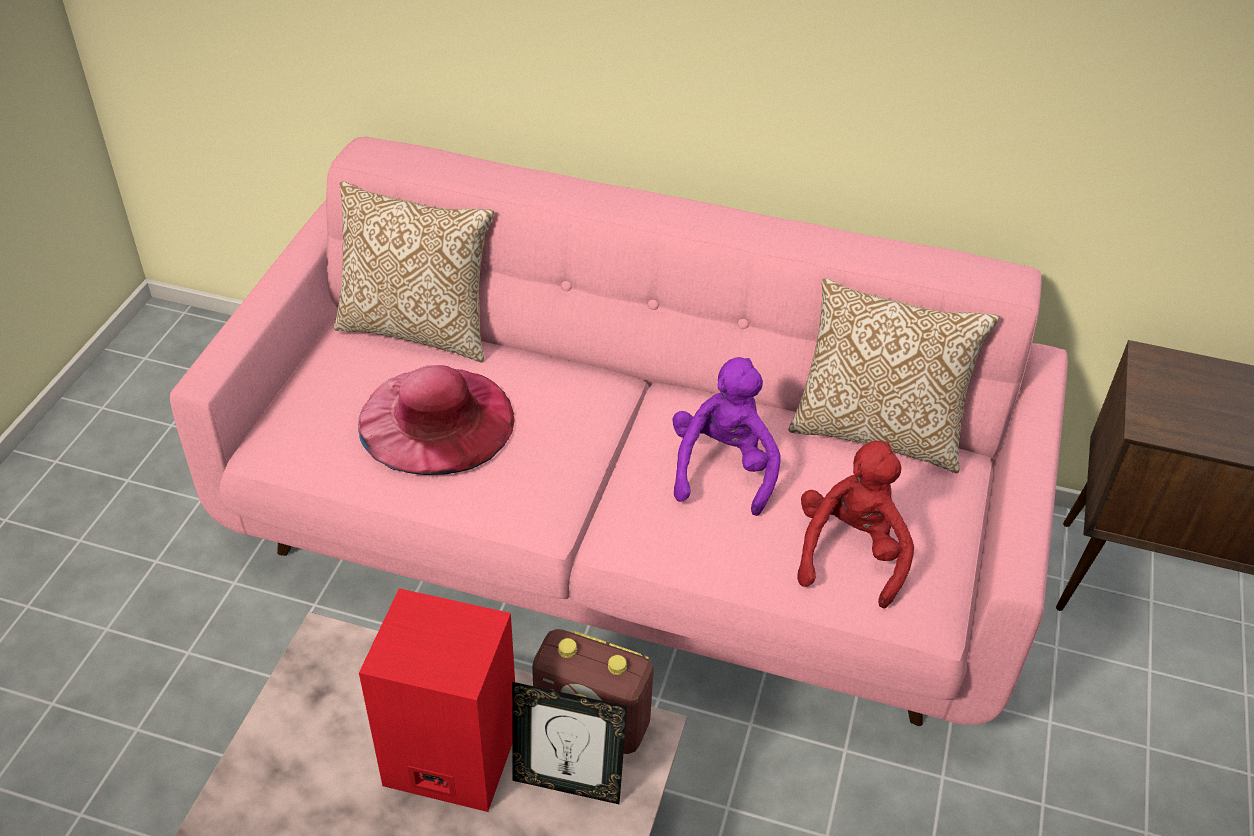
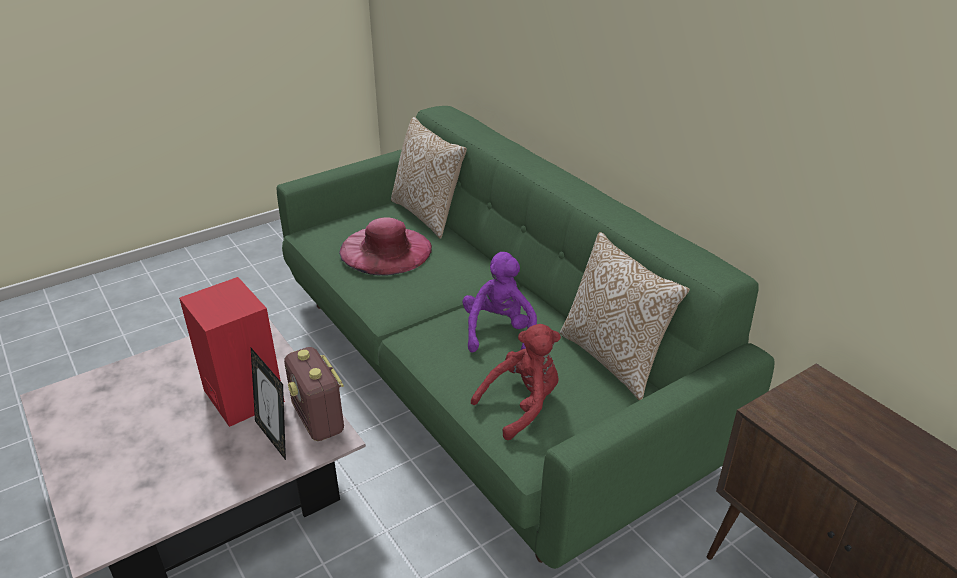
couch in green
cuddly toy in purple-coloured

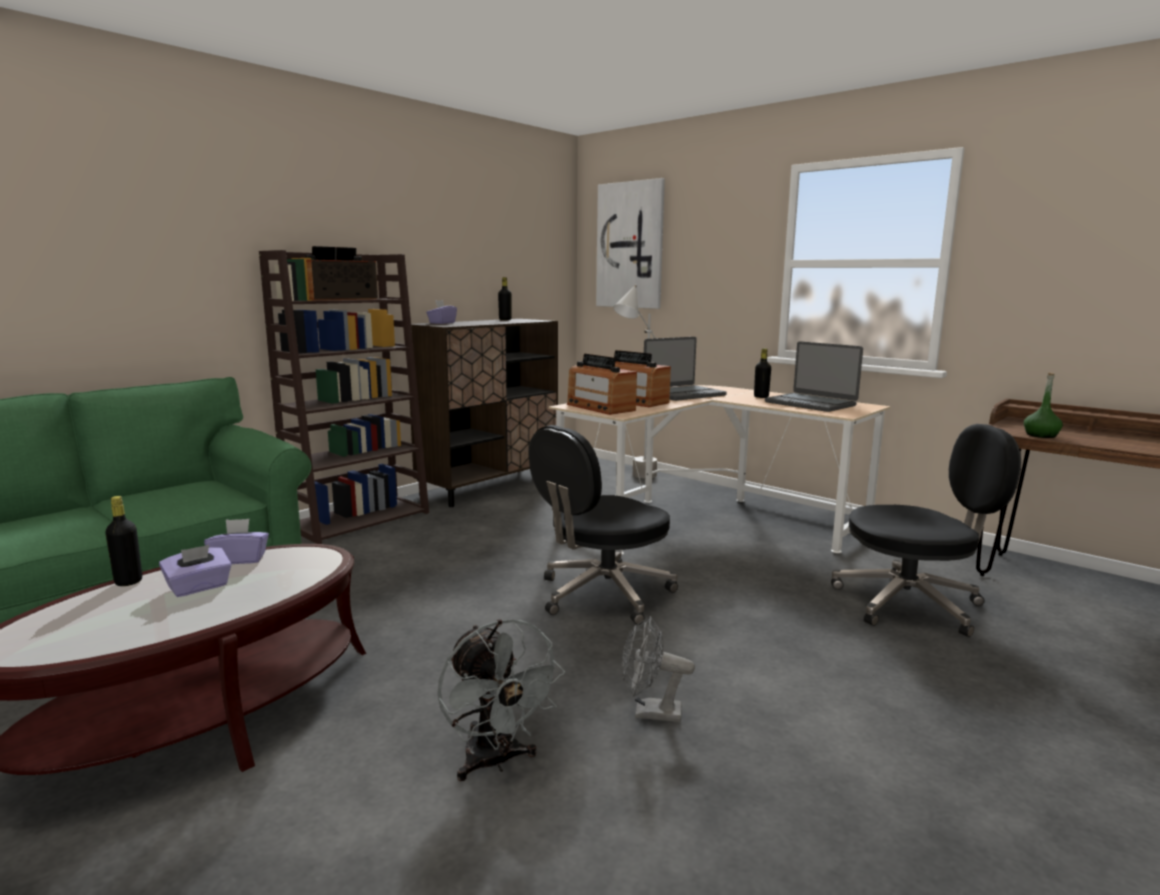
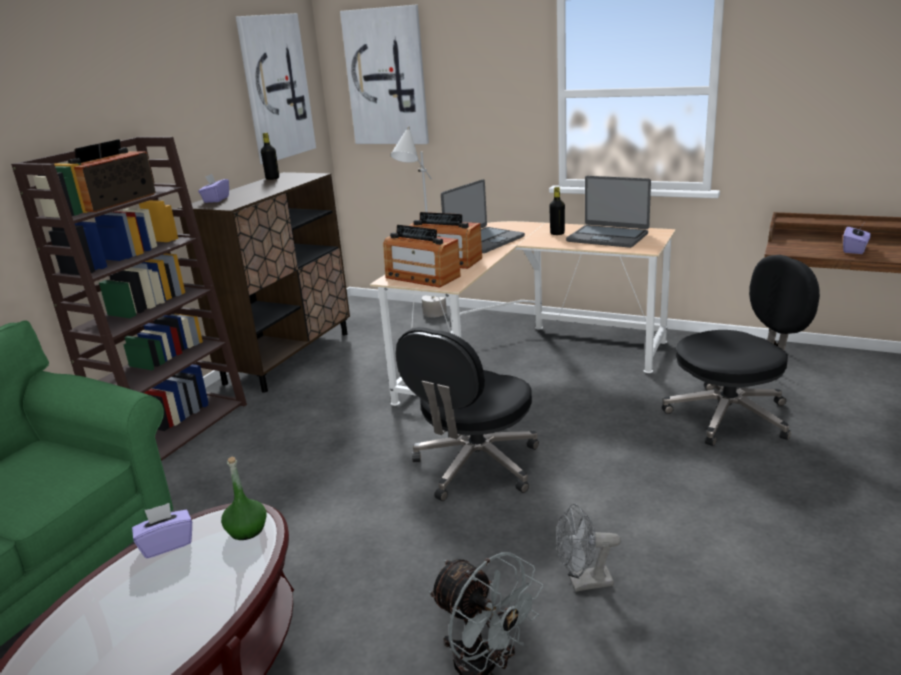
bottle in green
bottle in black-coloured (1st from left in the first image)
box of tissues in purple-coloured (3rd from left)
wall art (1st from left)

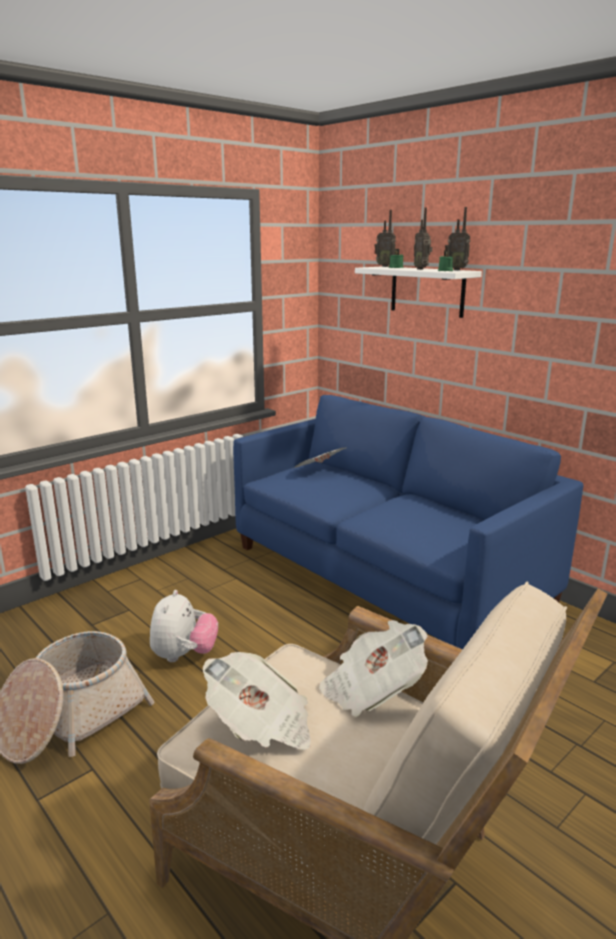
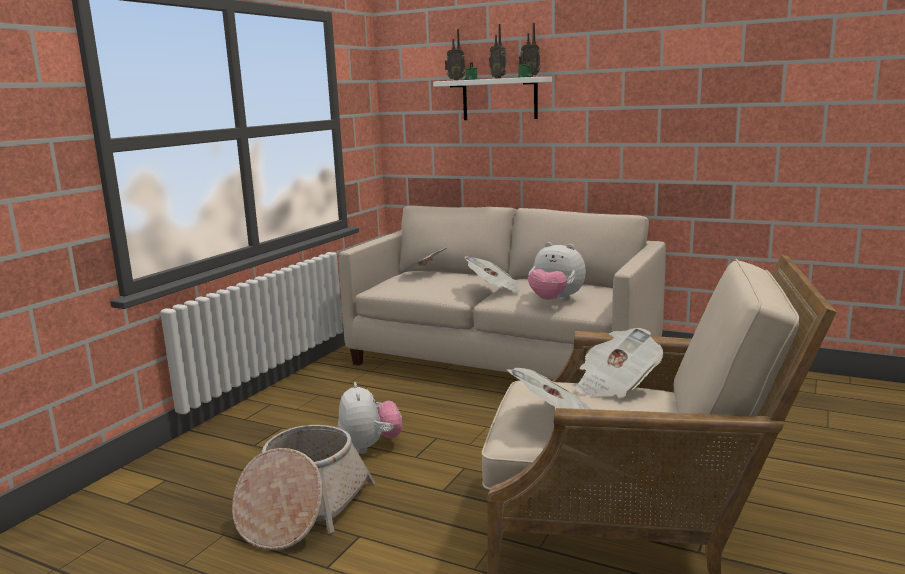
couch in beige-coloured
cuddly toy (2nd from left)
daily paper (2nd from left)

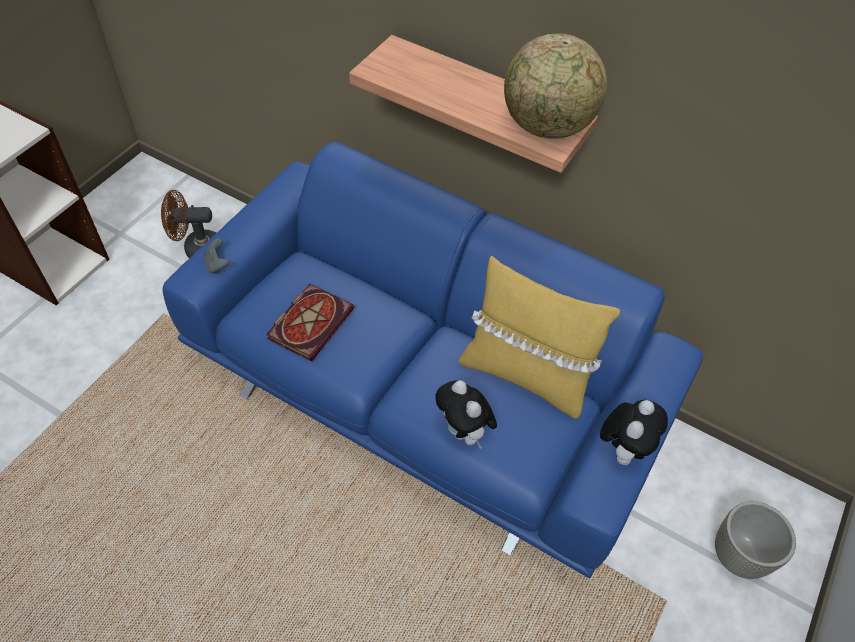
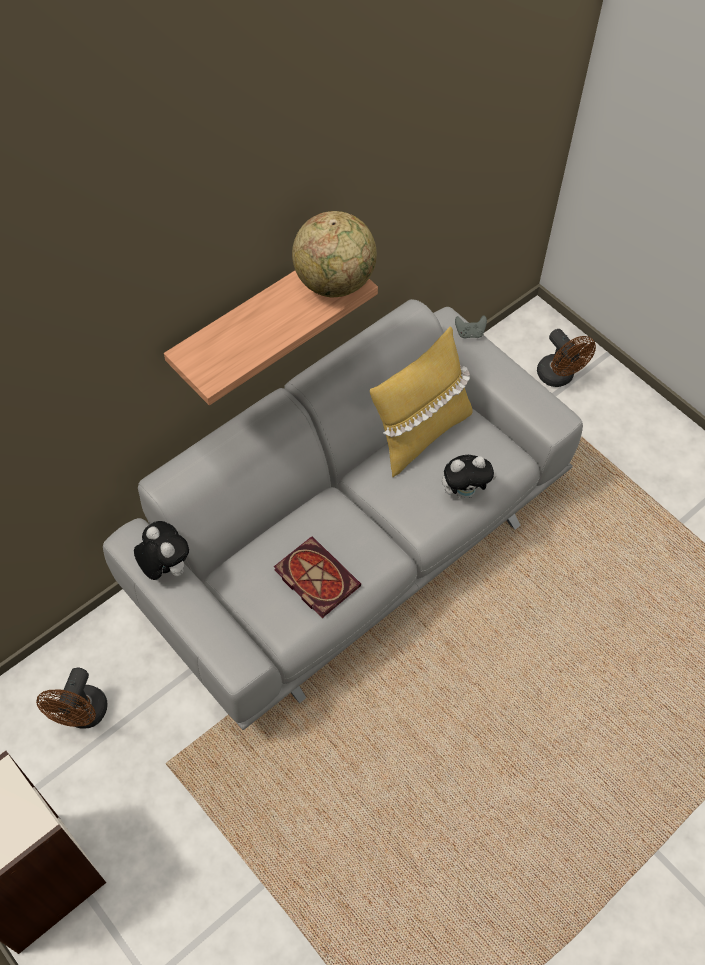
couch in greyish
game controller in greyish
cuddly toy (1st from left)
fan in brownish (2nd from left)

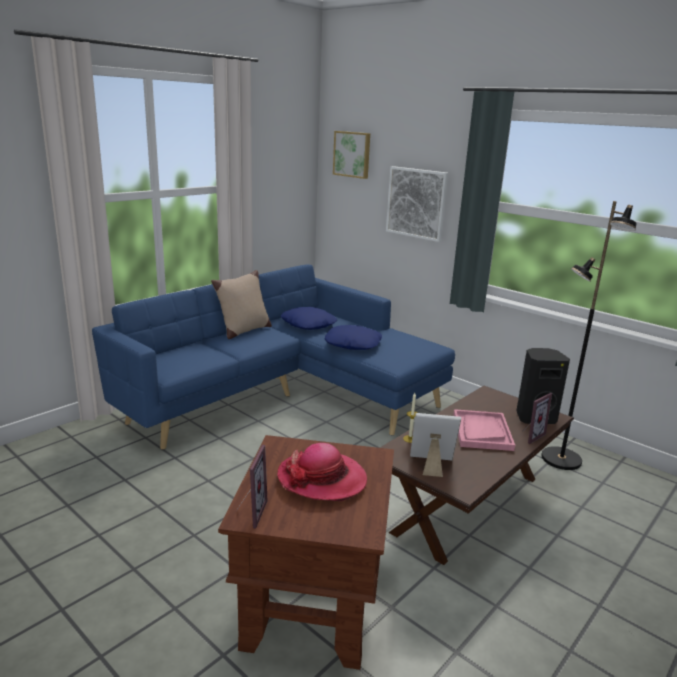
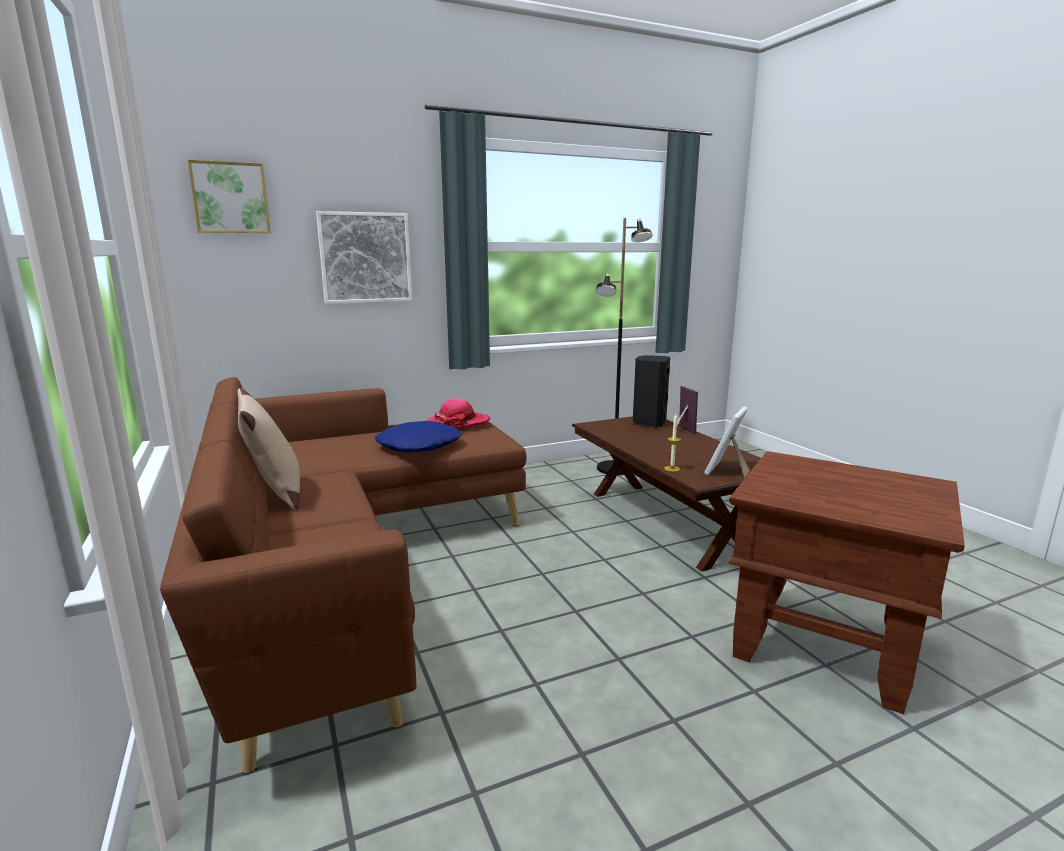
couch in brownish
pillow in bluish (1st from left in the first image)
serving tray in pinkish
wearable hat
photo frame (1st from left in the first image)

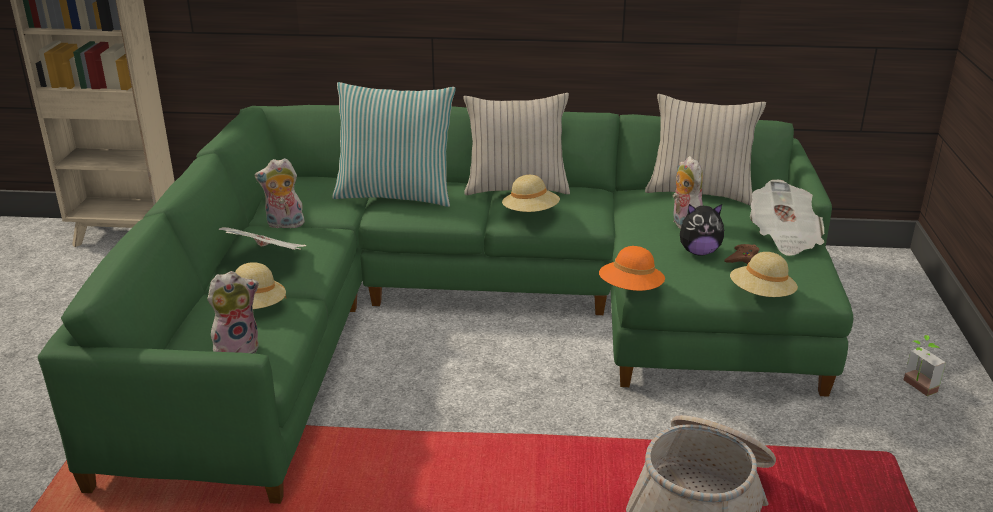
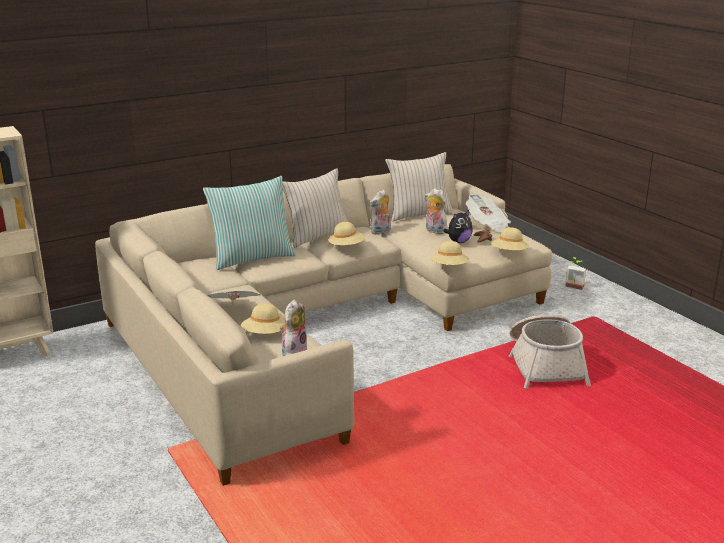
couch in beige-coloured
cuddly toy (2nd from left)
wearable hat in beige-coloured (3rd from left)

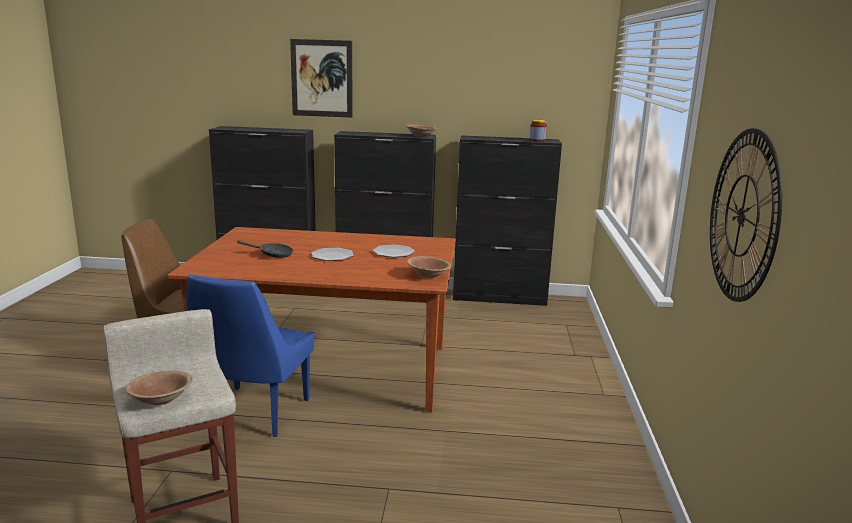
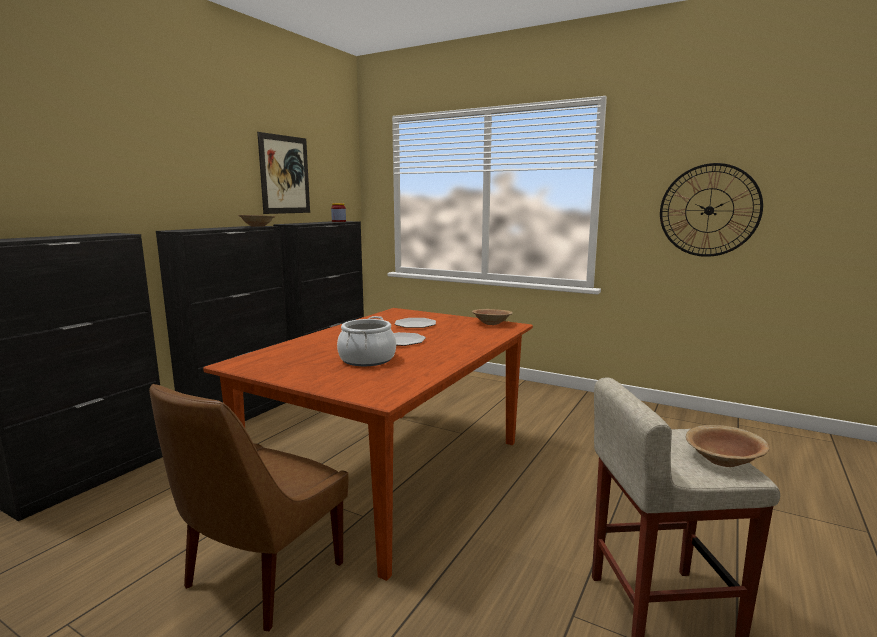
wall art
saucepot
upright chair in bluish

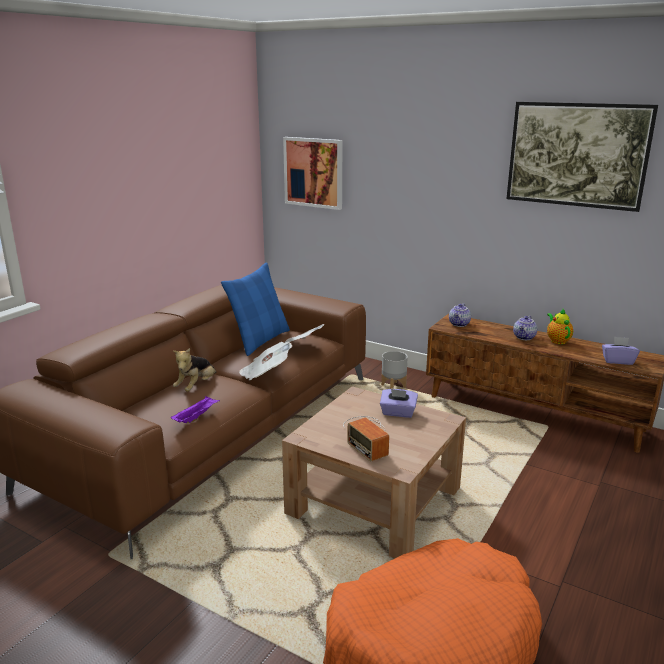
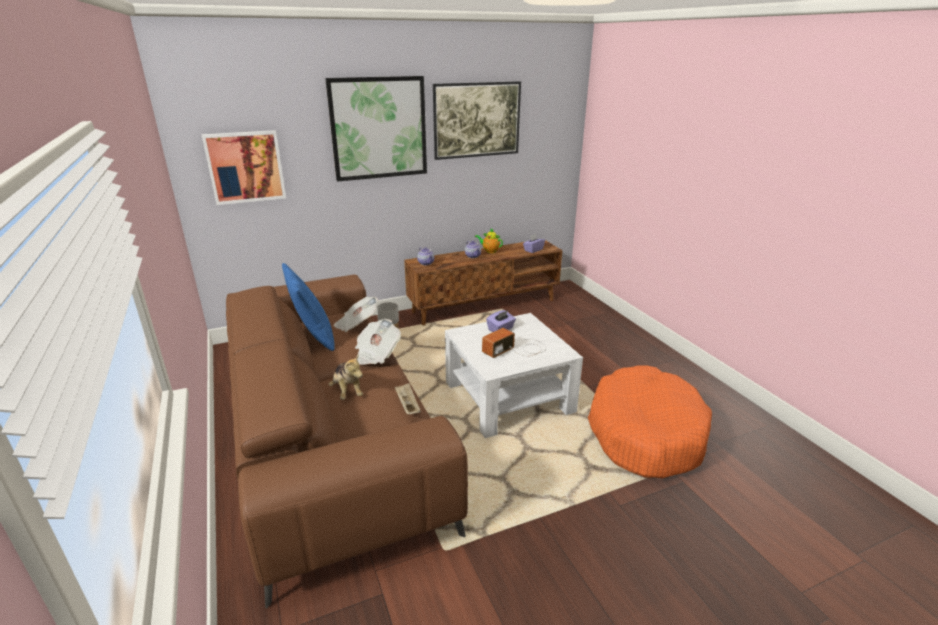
low table in whitish
serving tray in beige-coloured
radio set
wall art (2nd from left)

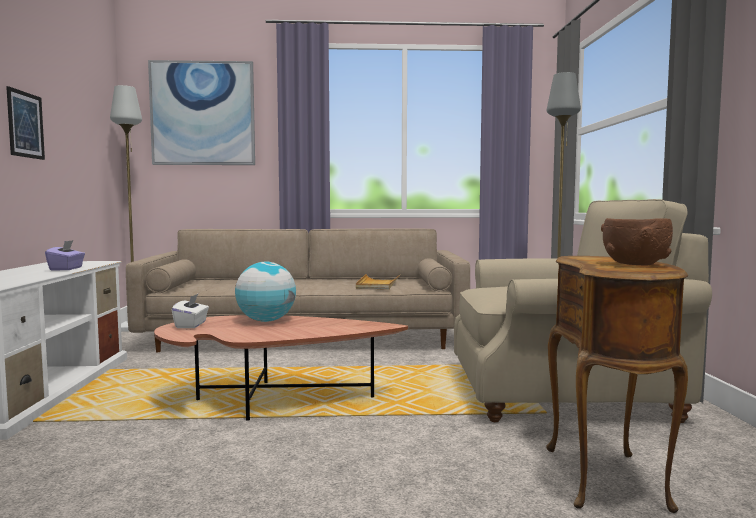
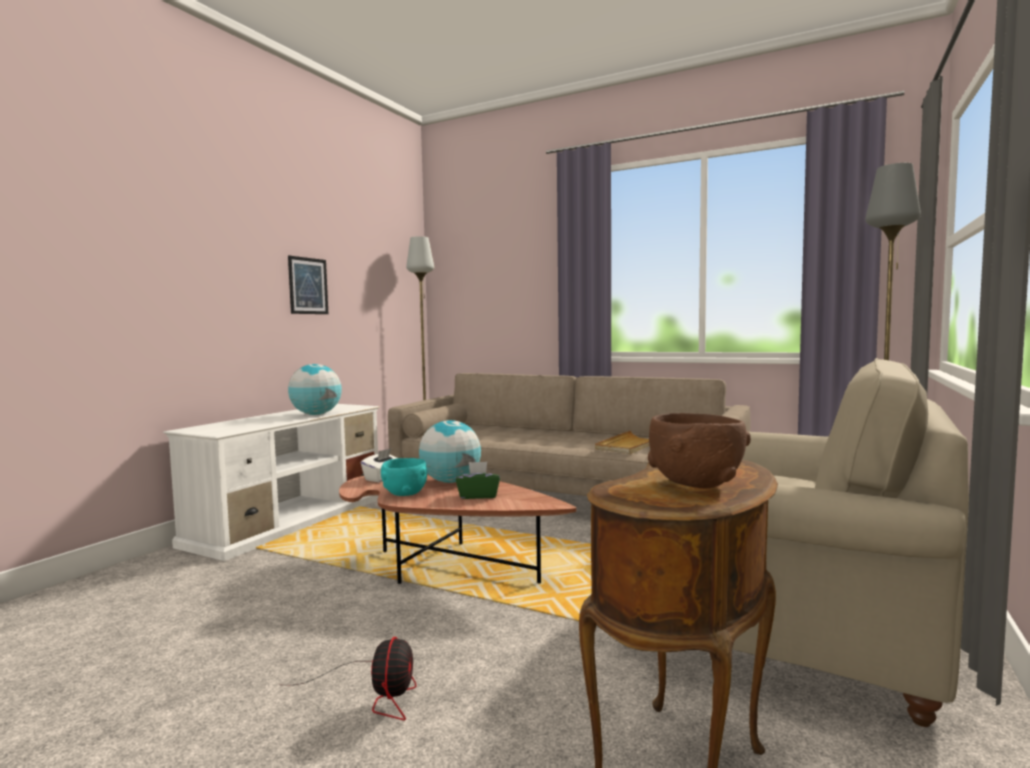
wall art (2nd from left in the first image)
globe (1st from left)
serving bowl in turquoise
box of tissues in green
fan

